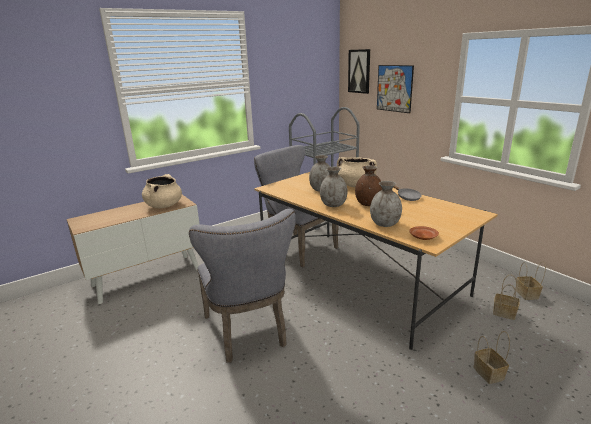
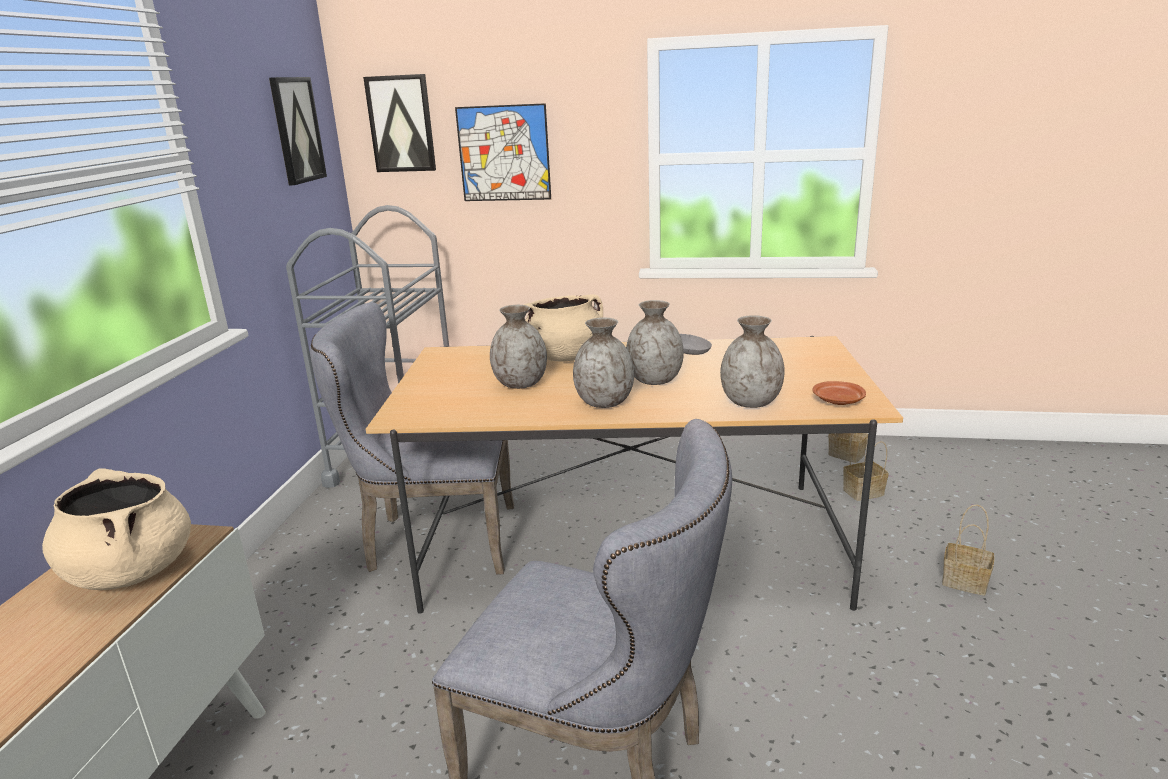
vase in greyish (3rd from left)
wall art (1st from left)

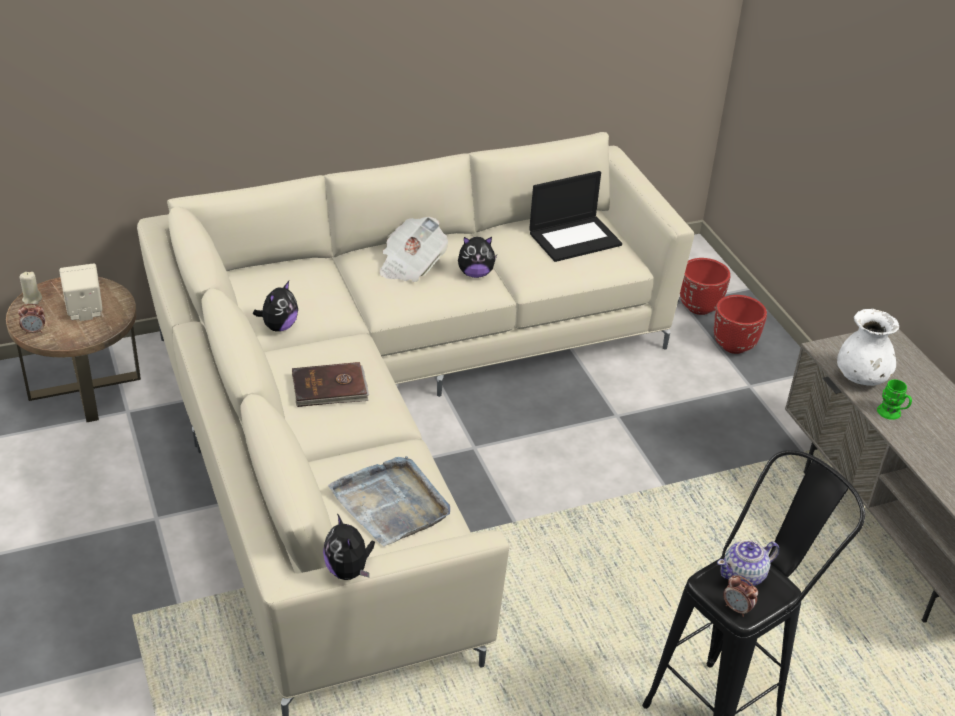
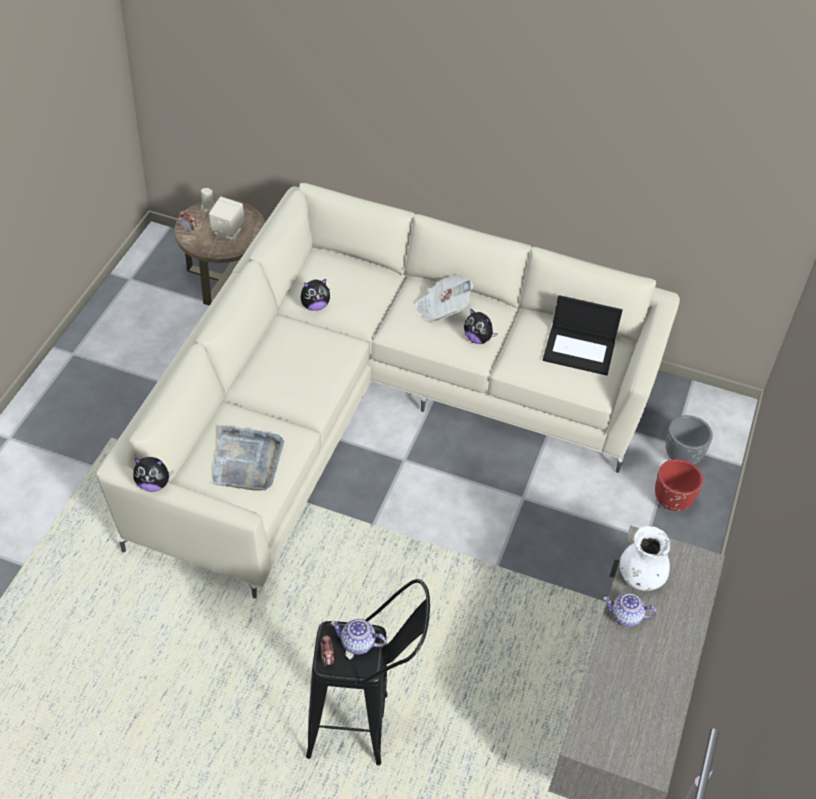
planter in greyish
volume in brownish
pot for tea (2nd from left)
cuddly toy (1st from left)

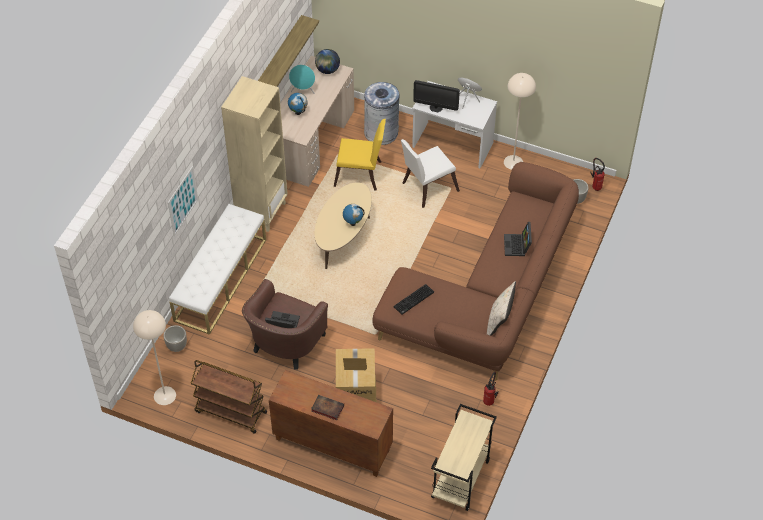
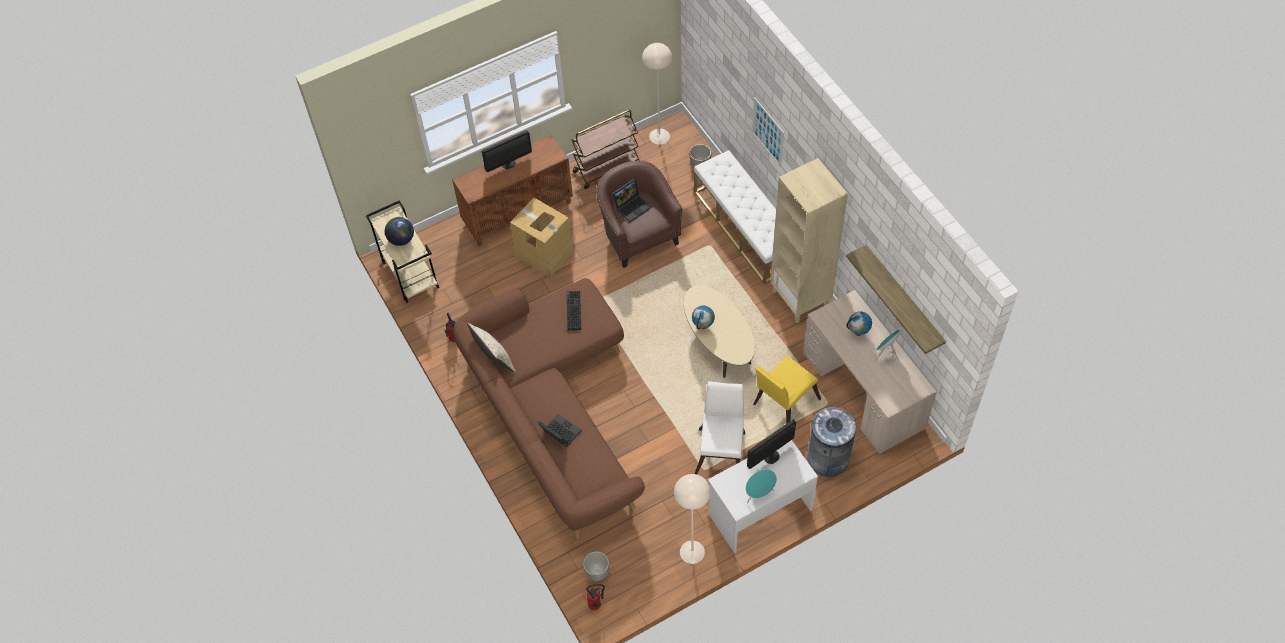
globe (1st from left)
monitor (1st from left)

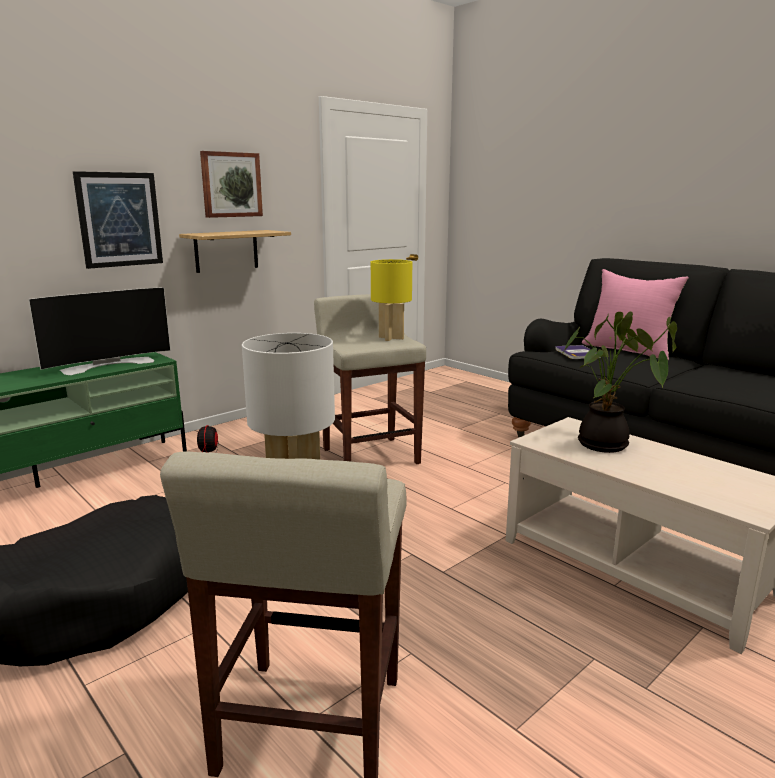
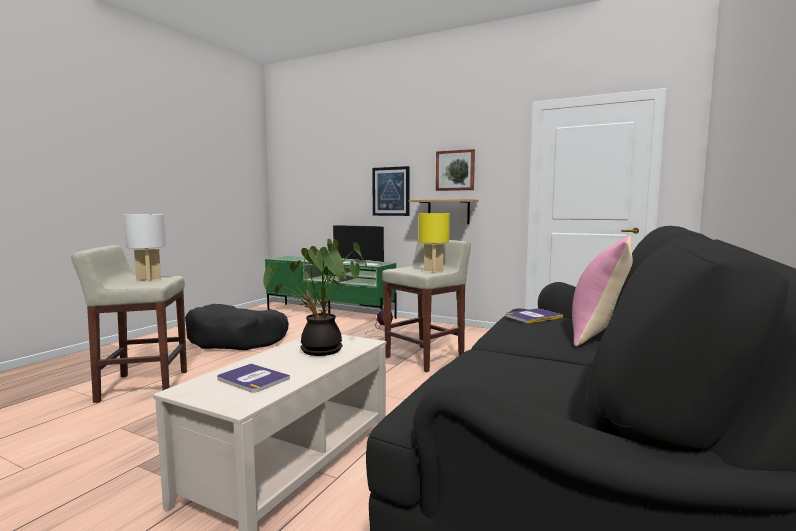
volume (1st from left)

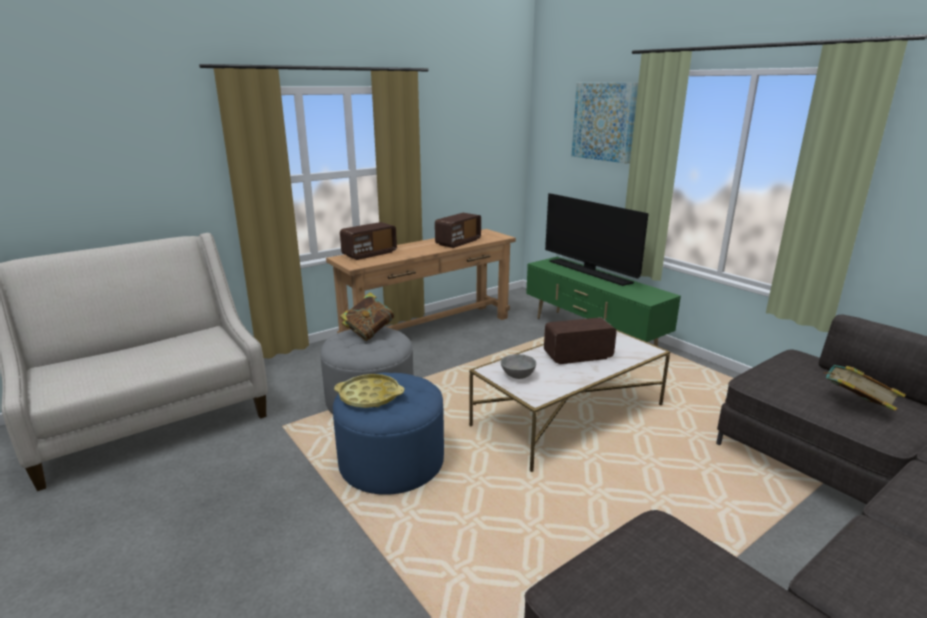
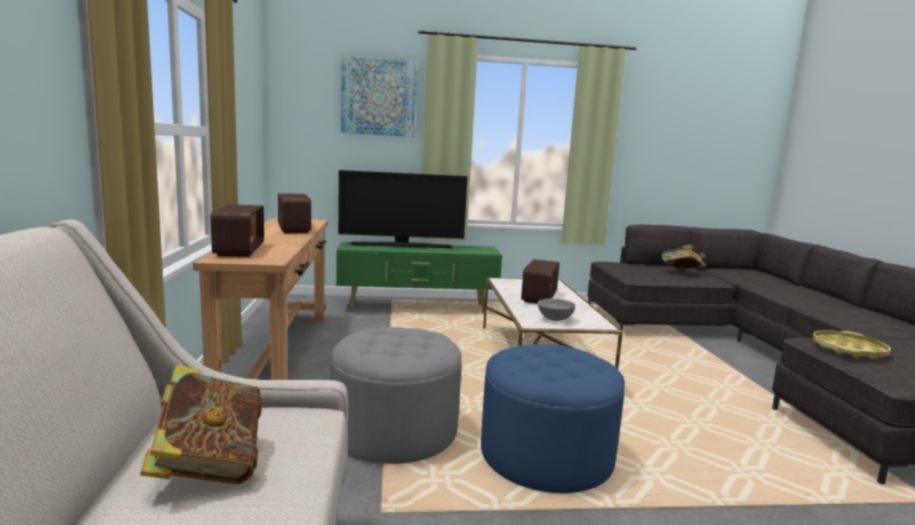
volume (1st from left)
serving tray in yellowish

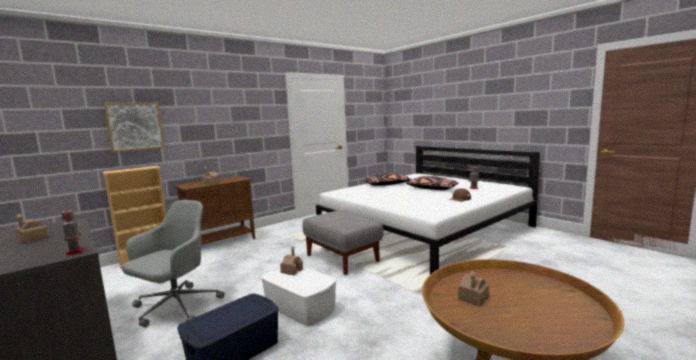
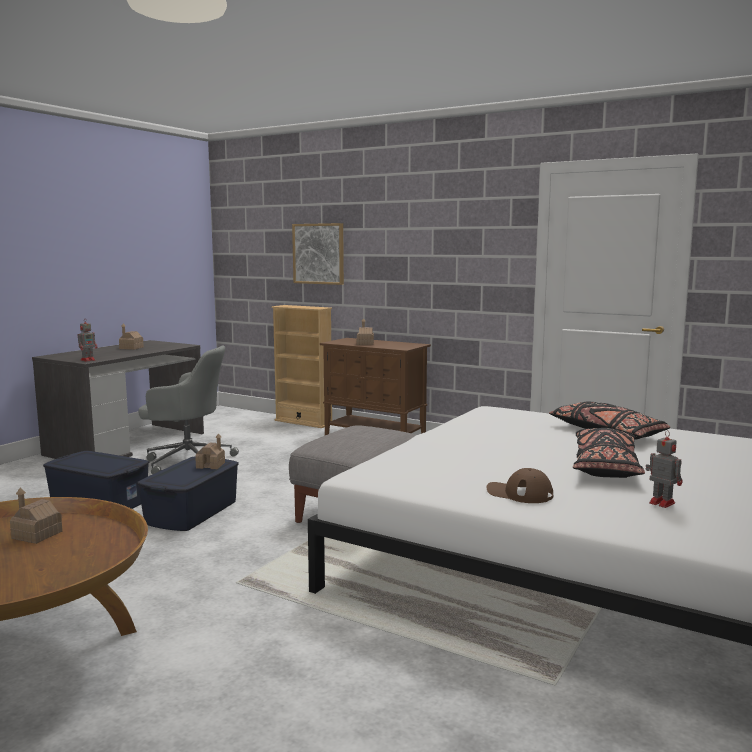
storage bin in bluish (2nd from left)

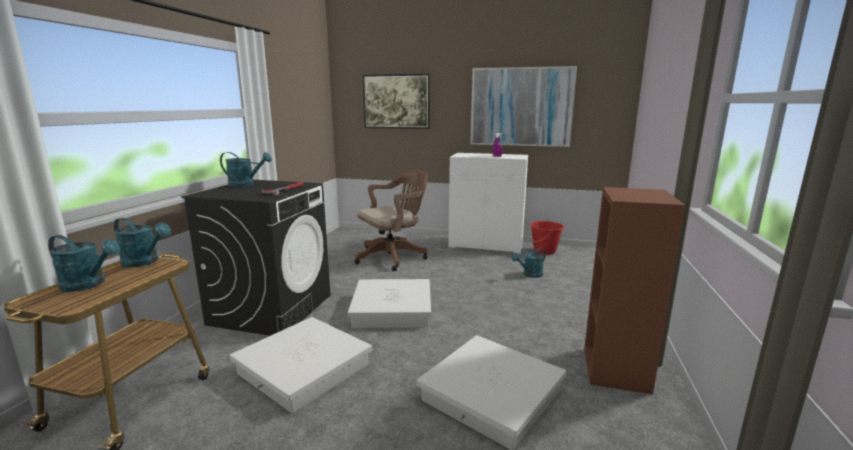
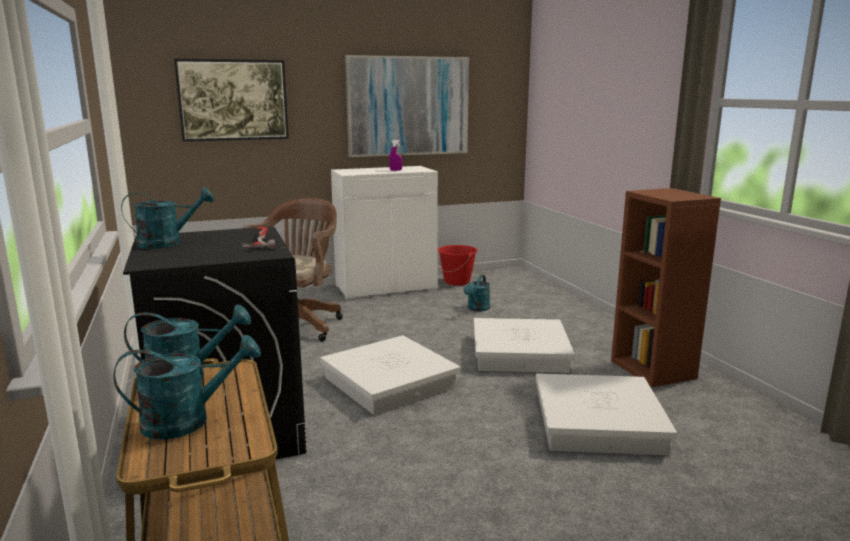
storage bin in whitish (2nd from left)

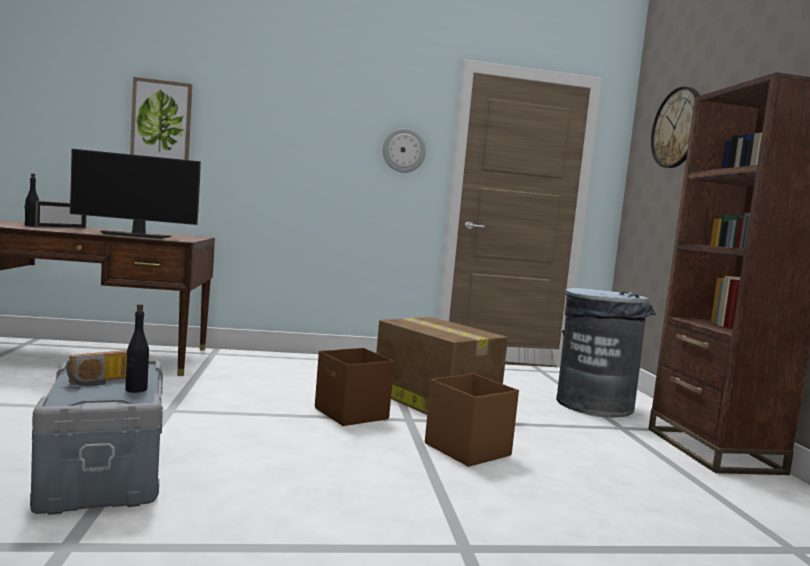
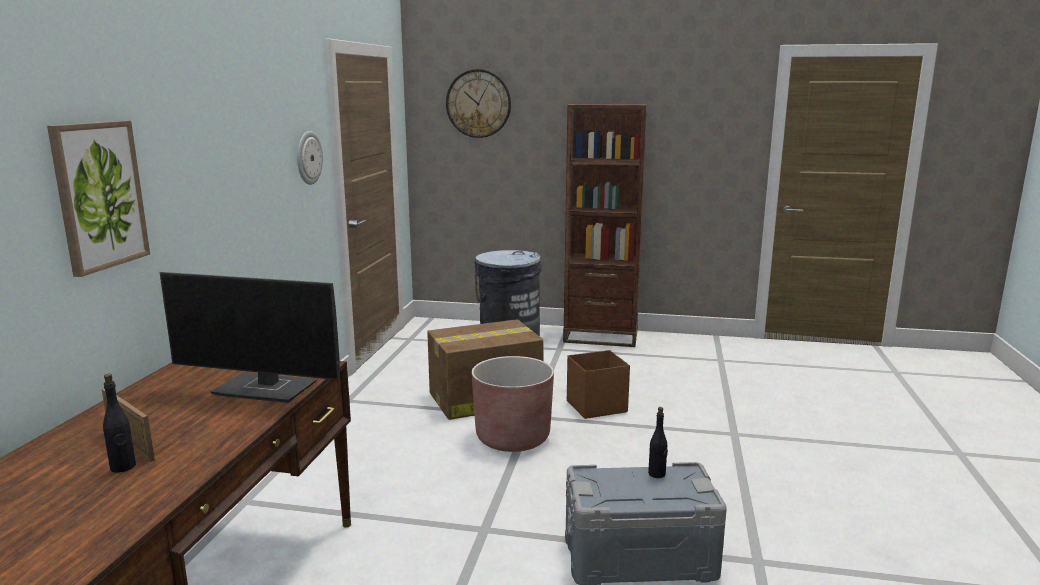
monitor
planter in brownish
radio set

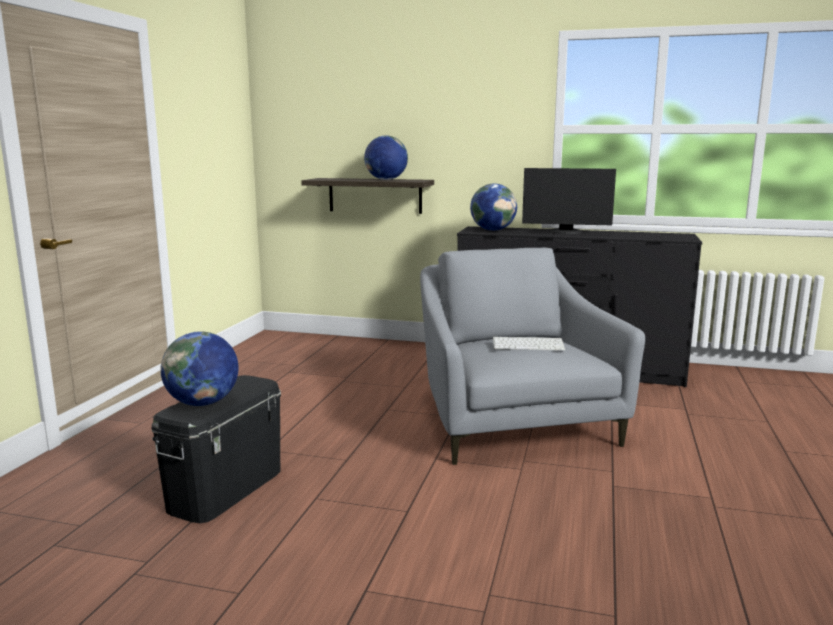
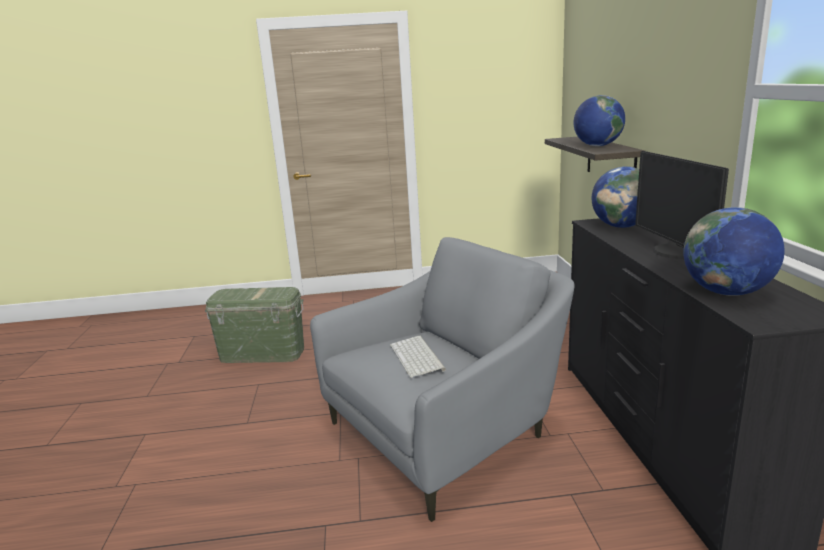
globe (3rd from left)
storage bin in green

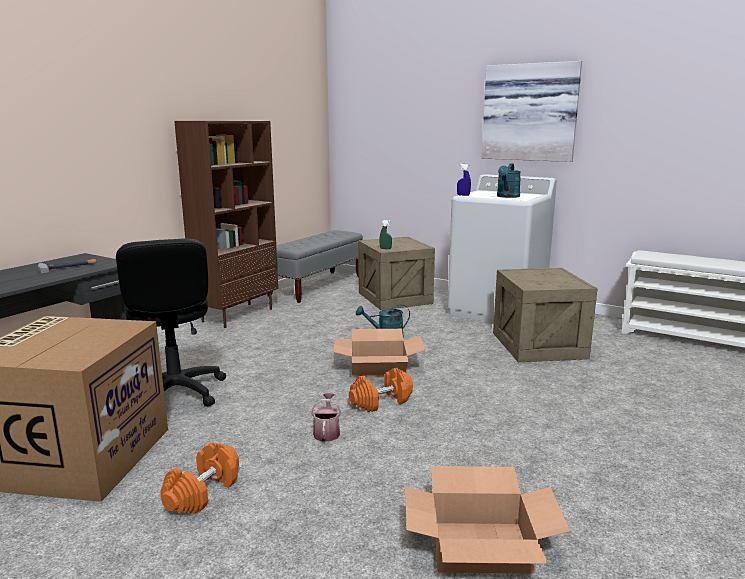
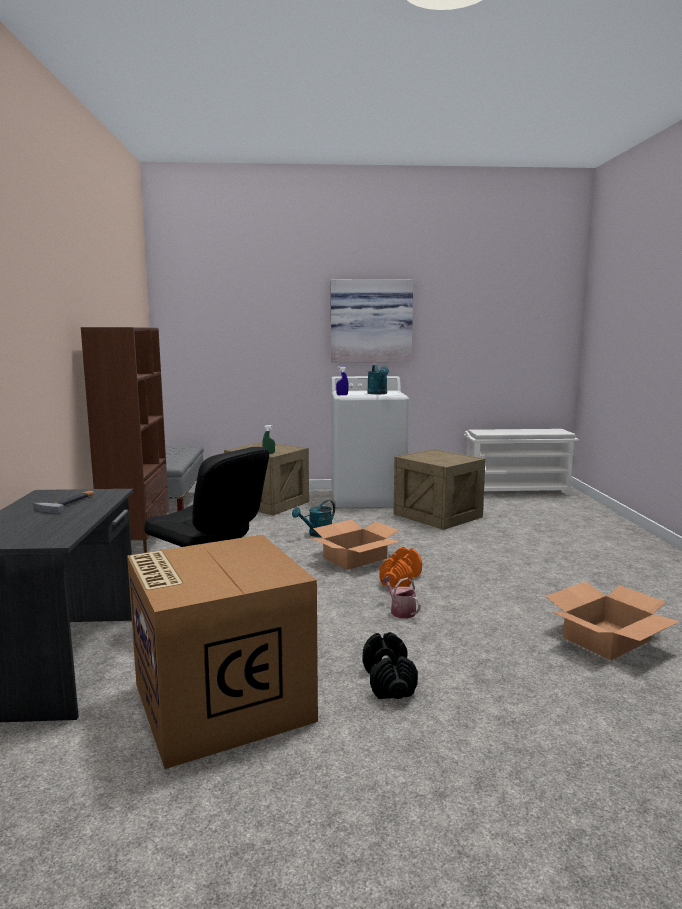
free weight in black-coloured

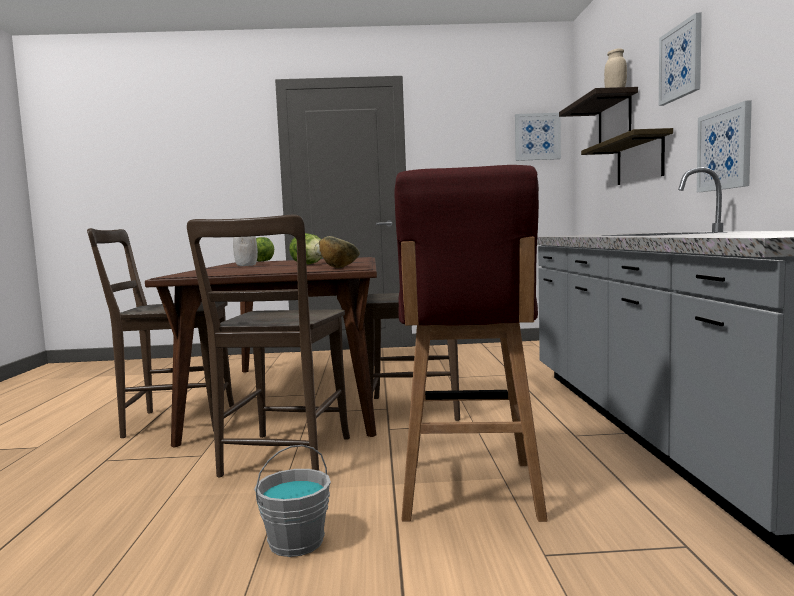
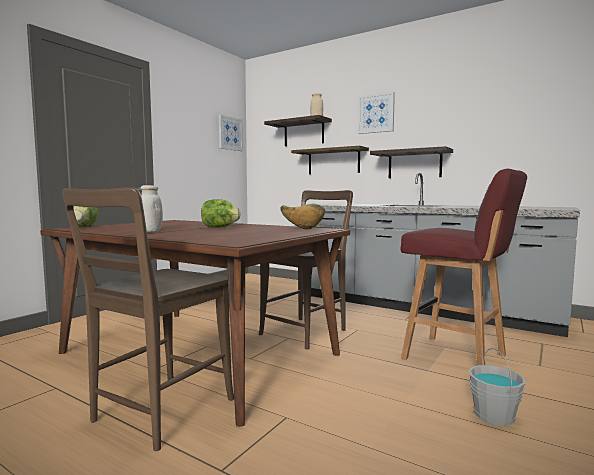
shelf (3rd from left)
upright chair in brownish (2nd from left in the first image)

